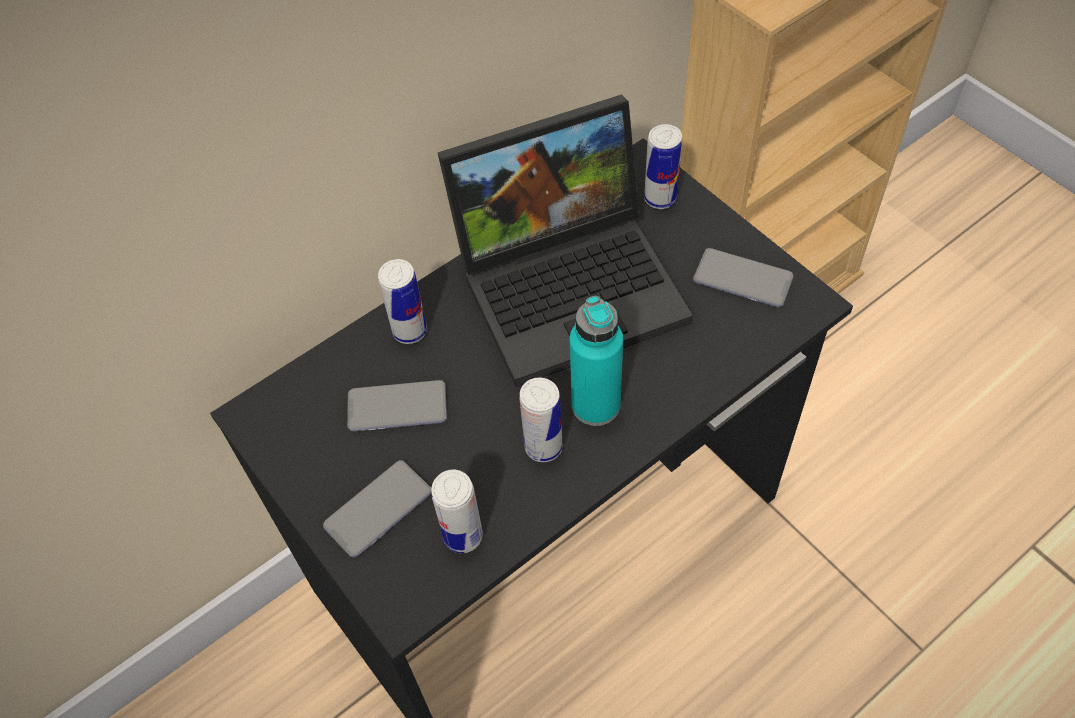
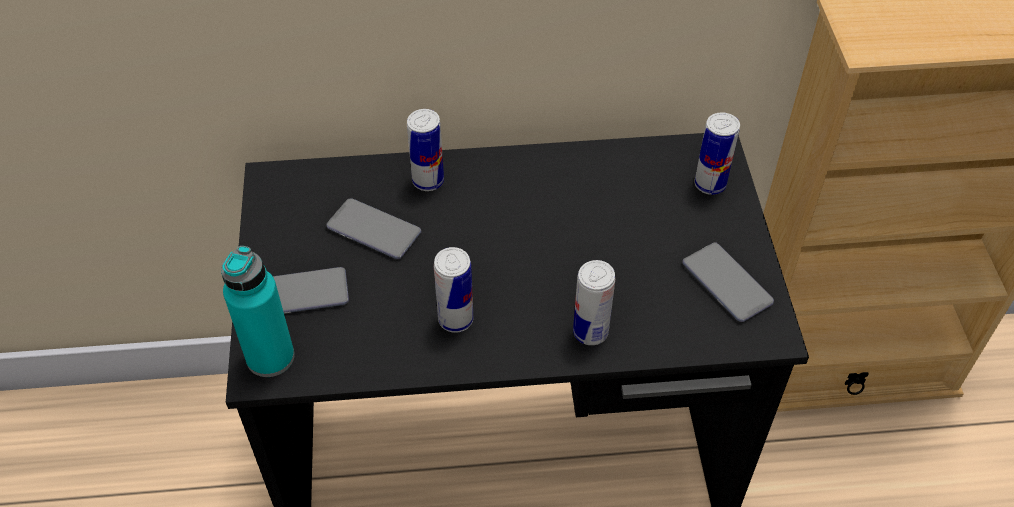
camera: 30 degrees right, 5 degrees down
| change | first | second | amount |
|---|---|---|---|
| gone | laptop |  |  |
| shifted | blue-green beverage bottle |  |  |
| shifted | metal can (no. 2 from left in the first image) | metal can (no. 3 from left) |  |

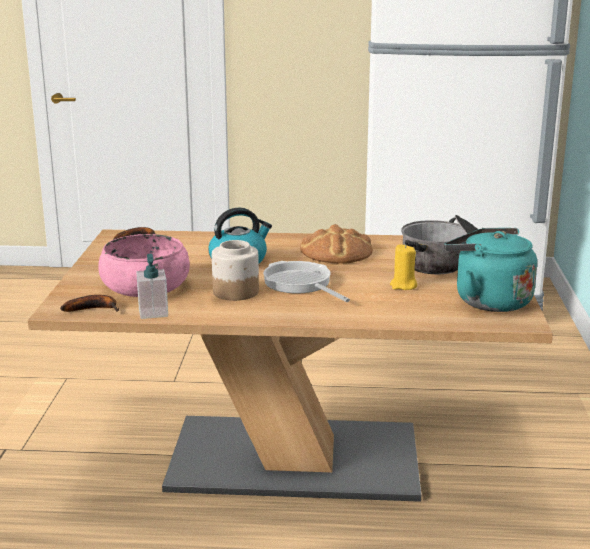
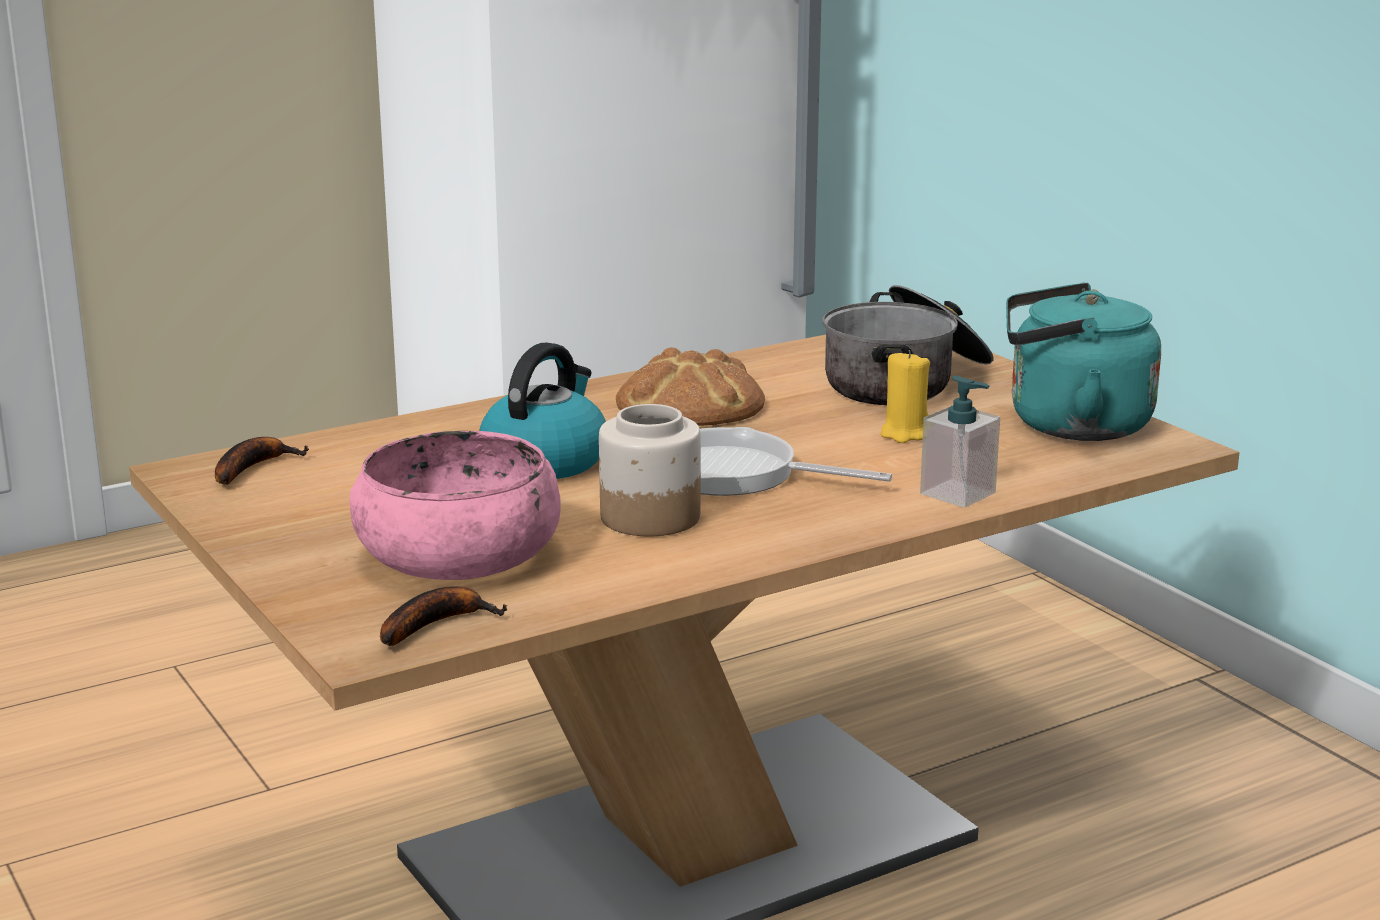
camera: 35 degrees left, 0 degrees up
| change | first | second | amount |
|---|---|---|---|
| shifted | soap bottle |  |  |

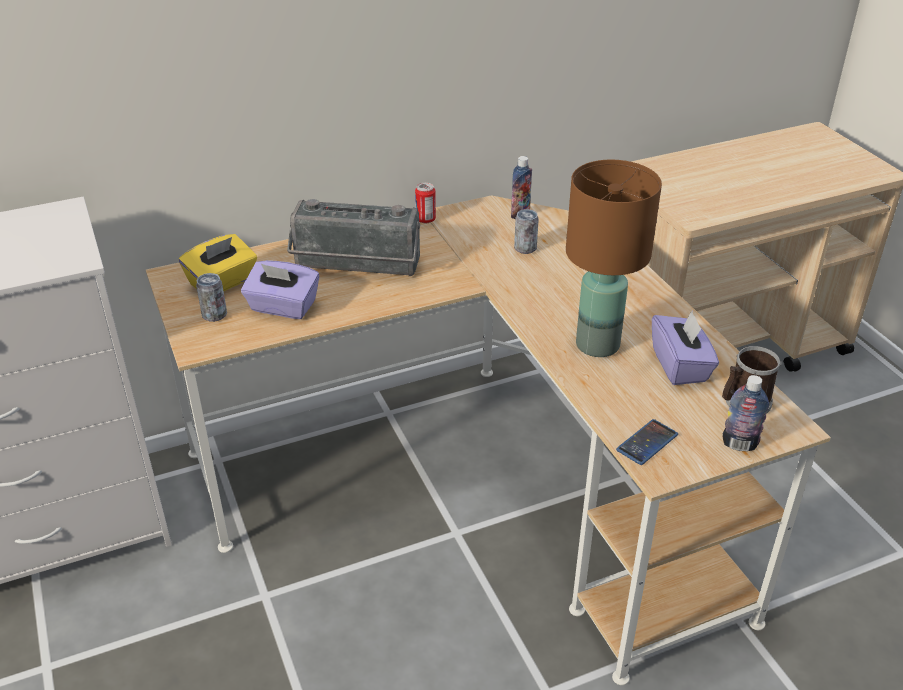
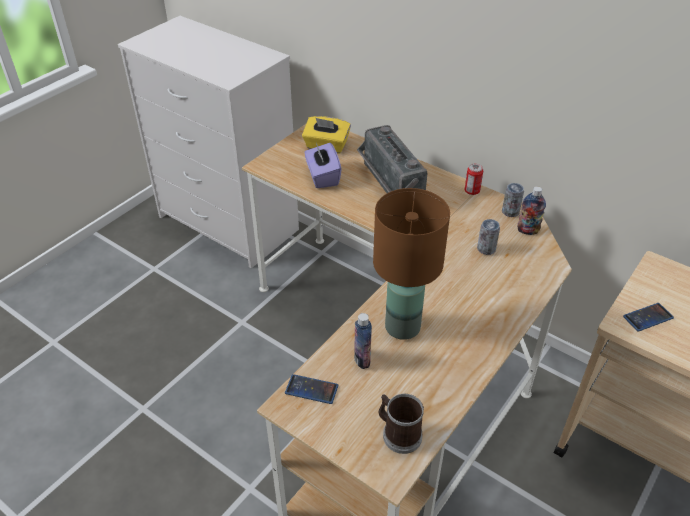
camera: 60 degrees right, 5 degrees up
| change | first | second | amount |
|---|---|---|---|
| shifted | metal can (no. 1 from left in the first image) | metal can (no. 3 from left) |  |
| gone | purple tissue box (no. 2 from left) |  |  |
| shifted | beverage bottle (no. 2 from left in the first image) | beverage bottle (no. 1 from left) |  |
| new |  | handset (no. 2 from left) |  |

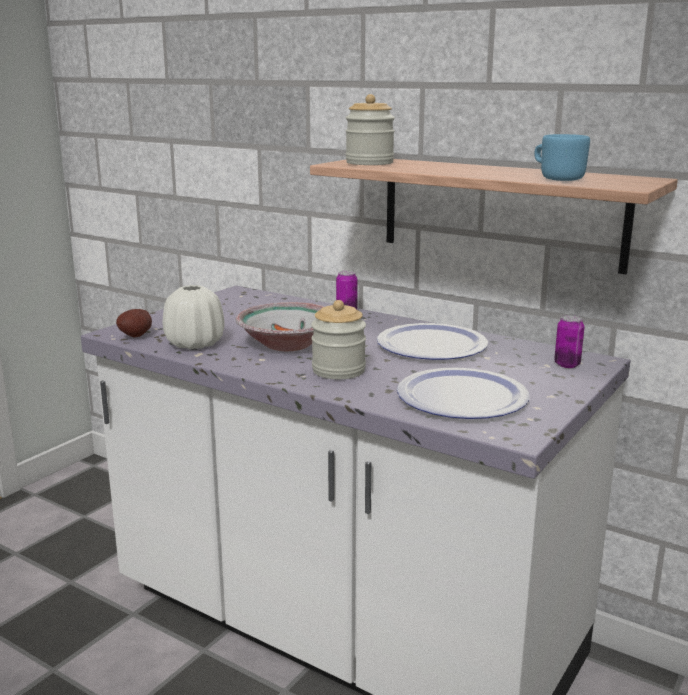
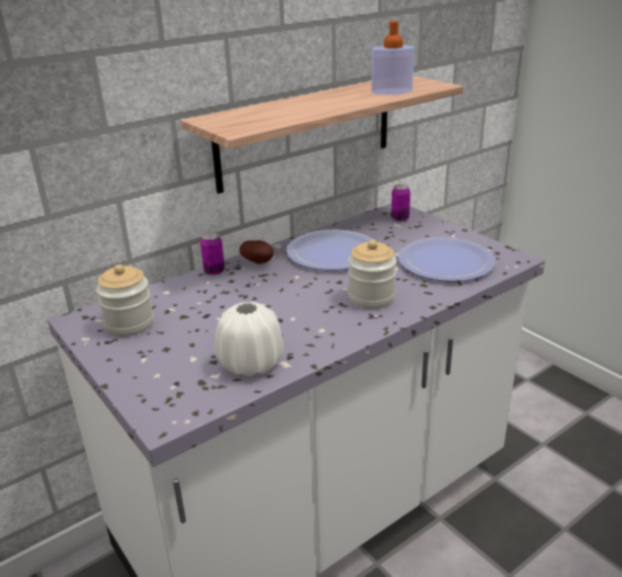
camera: 70 degrees left, 10 degrees up
| change | first | second | amount |
|---|---|---|---|
| shifted | preserve jar (no. 2 from left in the first image) | preserve jar (no. 1 from left) |  |
| swapped | bluish coffee mug | soap bottle |  |
| gone | bowl |  |  |
| shifted | spud |  |  |

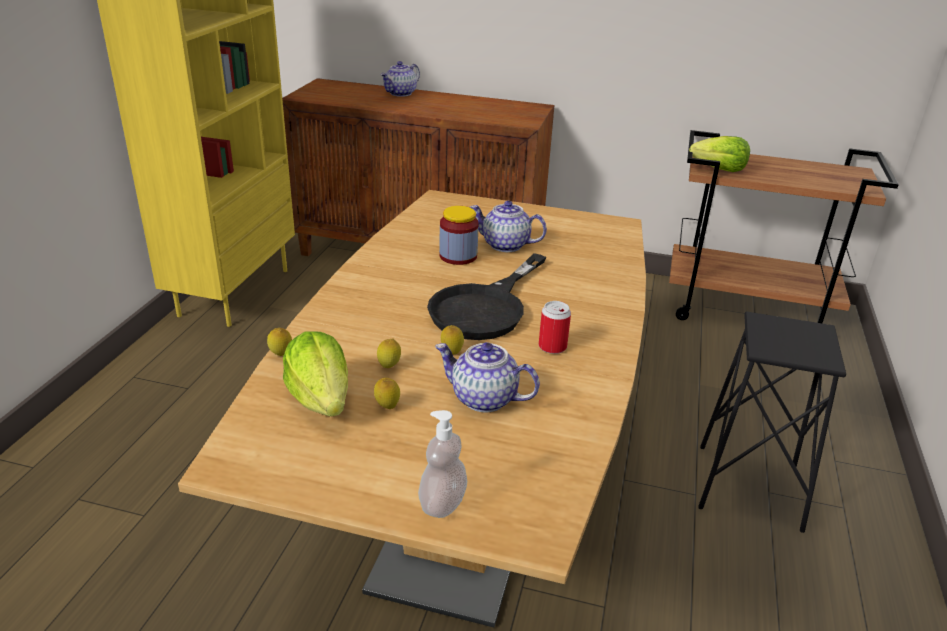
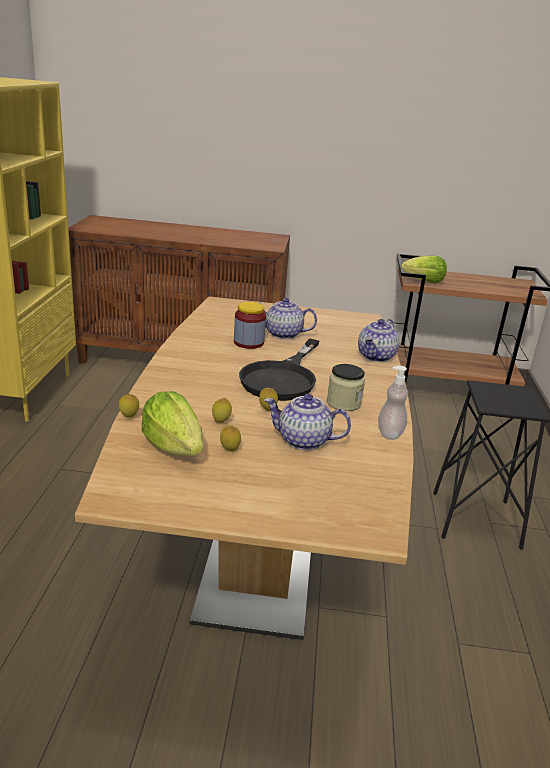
camera: 10 degrees left, 5 degrees down
| change | first | second | amount |
|---|---|---|---|
| shifted | teapot (no. 1 from left in the first image) | teapot (no. 3 from left) |  |
| swapped | metal can | preserve jar (no. 2 from left) |  |
| shifted | soap bottle |  |  |

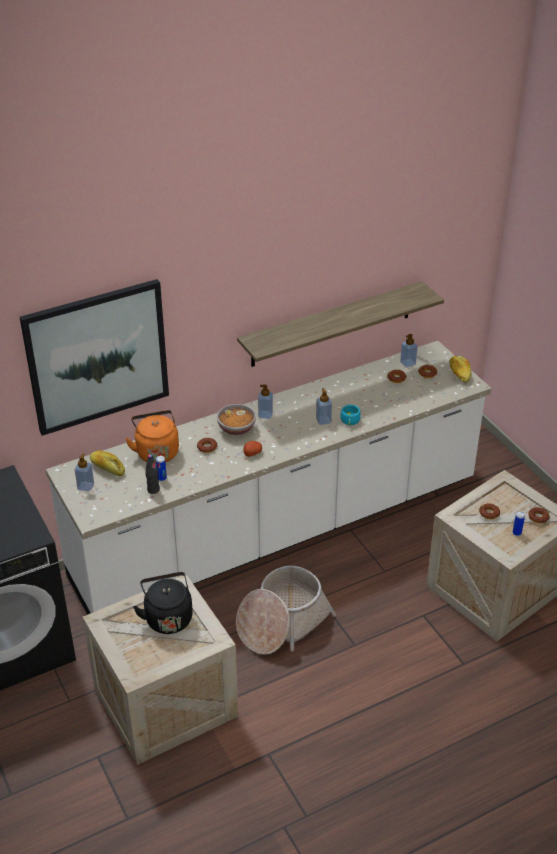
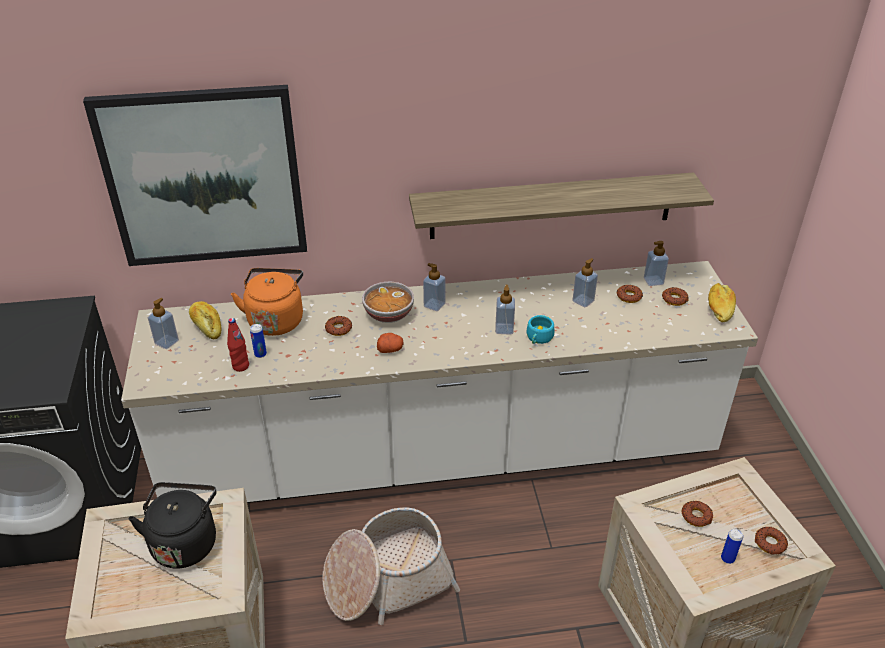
camera: 20 degrees right, 0 degrees up
| change | first | second | amount |
|---|---|---|---|
| repainted | black-coloured beverage bottle | red beverage bottle |  |
| new |  | soap bottle (no. 4 from left) |  |

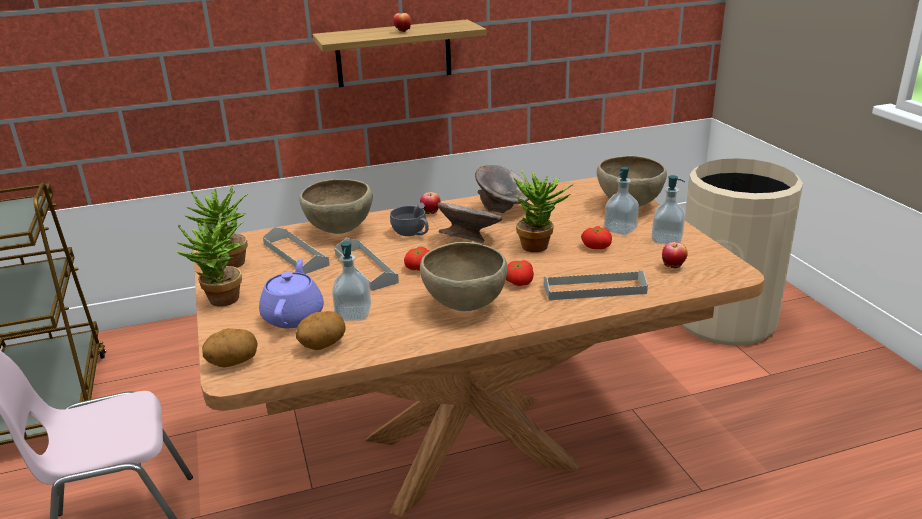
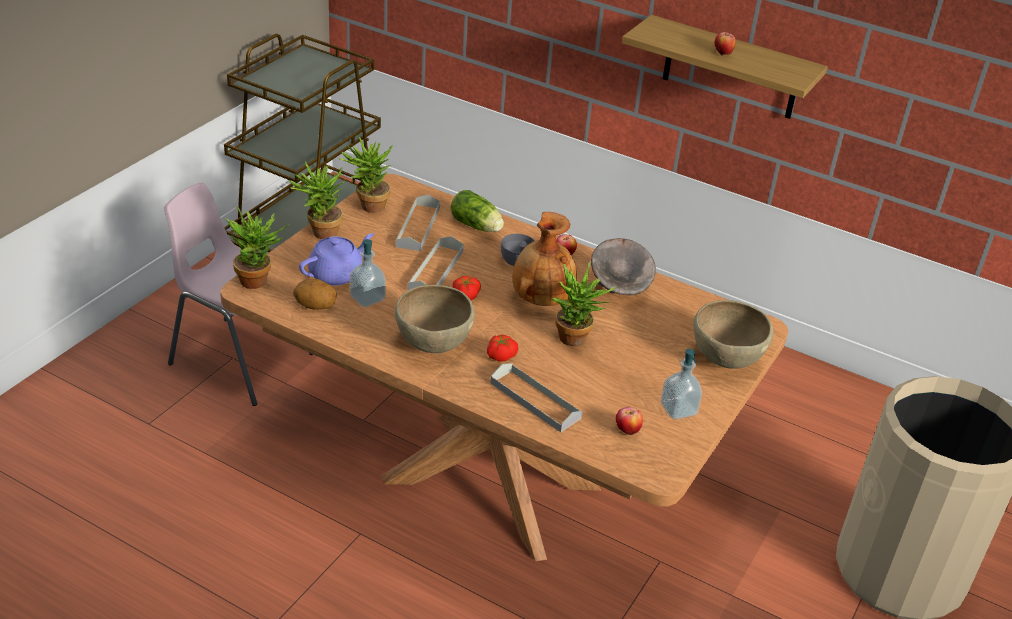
camera: 45 degrees right, 10 degrees up
| change | first | second | amount |
|---|---|---|---|
| gone | soap bottle (no. 2 from left) |  |  |
| swapped | brownish bowl (no. 1 from left) | lettuce |  |
| swapped | greyish bowl (no. 1 from left) | brownish decorative vase |  |
| gone | fresh tomato (no. 3 from left) |  |  |
| swapped | spud (no. 1 from left) | houseplant (no. 1 from left) |  |

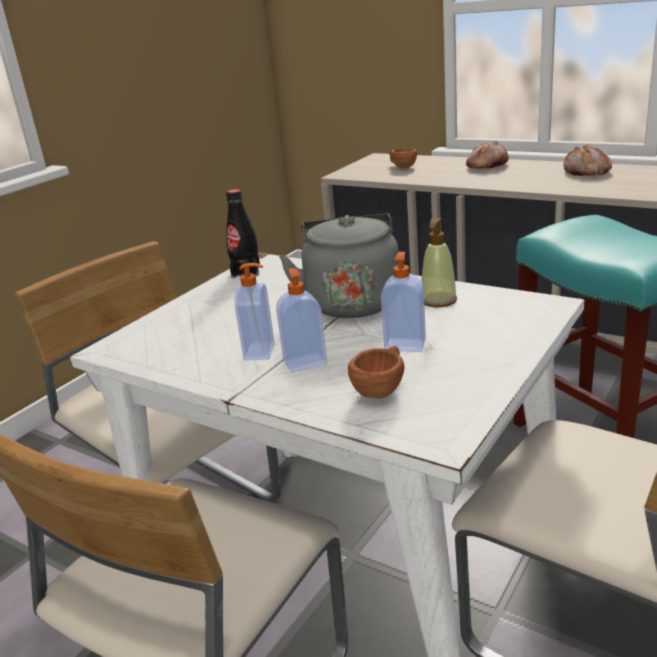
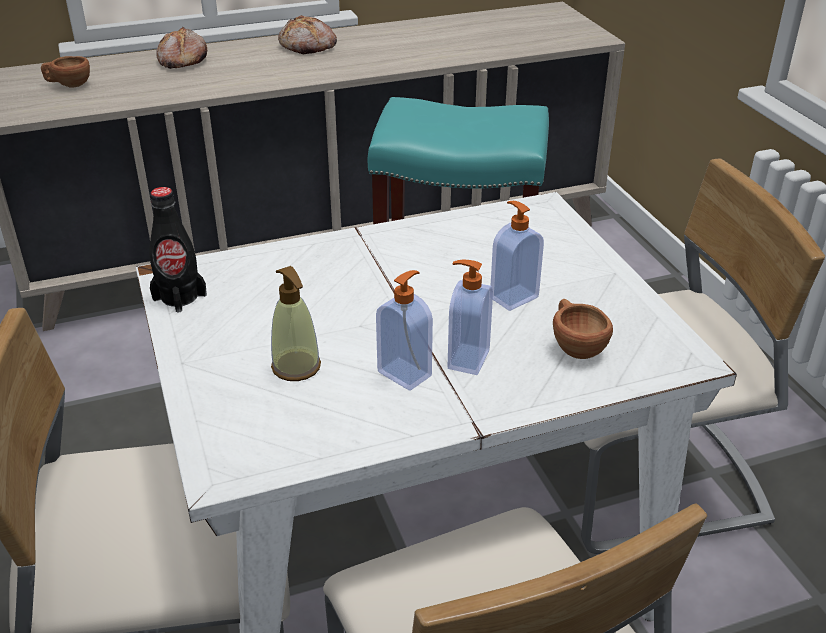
camera: 55 degrees left, 10 degrees up
| change | first | second | amount |
|---|---|---|---|
| gone | greyish tea kettle |  |  |
| shifted | soap bottle (no. 4 from left in the first image) | soap bottle (no. 1 from left) |  |

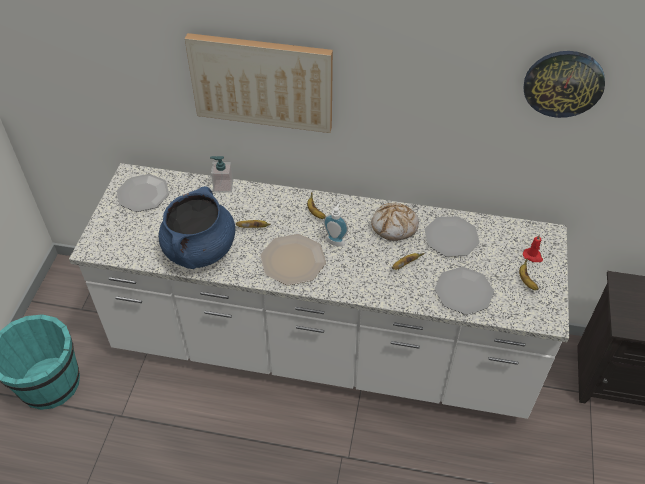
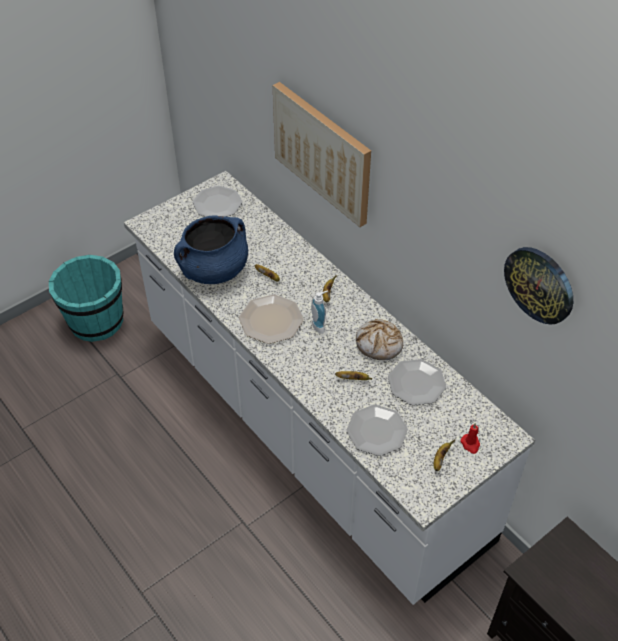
camera: 40 degrees right, 0 degrees up
| change | first | second | amount |
|---|---|---|---|
| gone | soap bottle (no. 1 from left) |  |  |

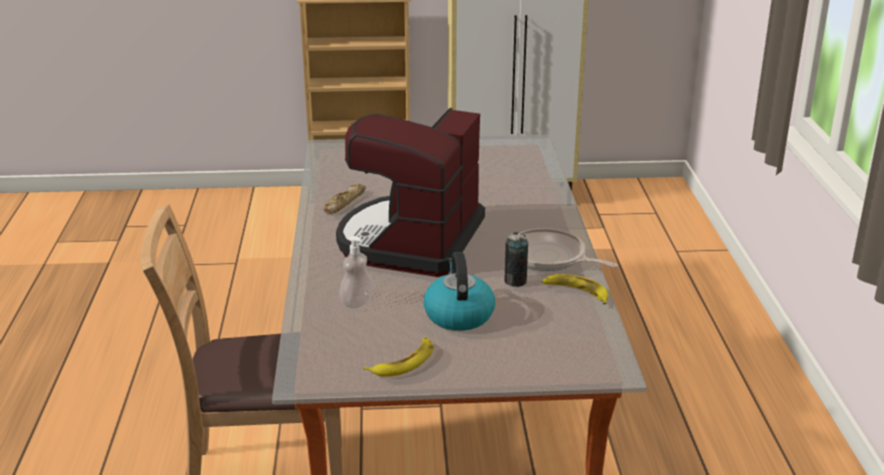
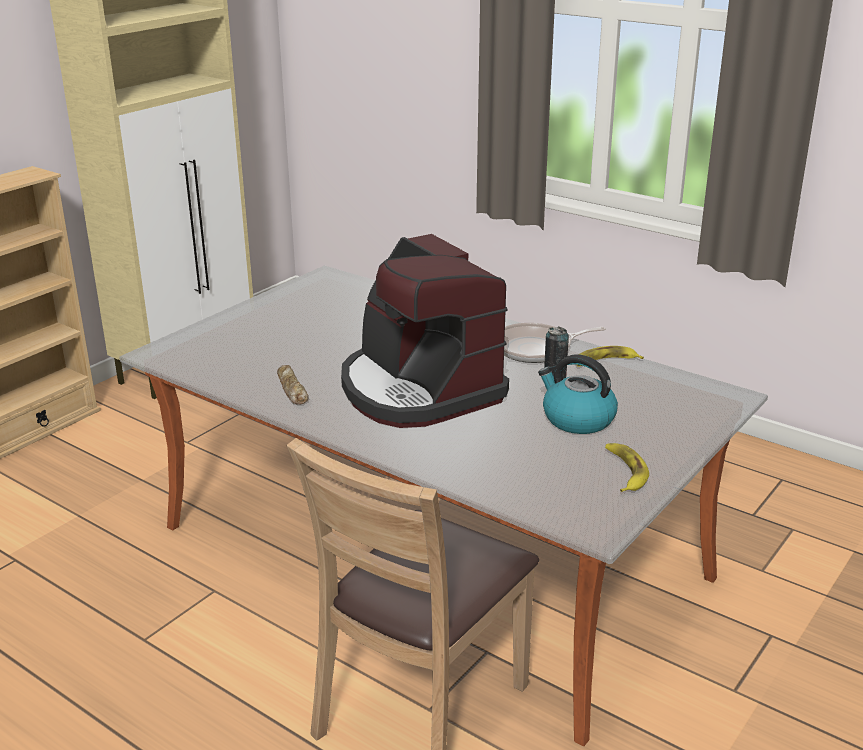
camera: 50 degrees left, 0 degrees up
| change | first | second | amount |
|---|---|---|---|
| gone | soap bottle |  |  |

